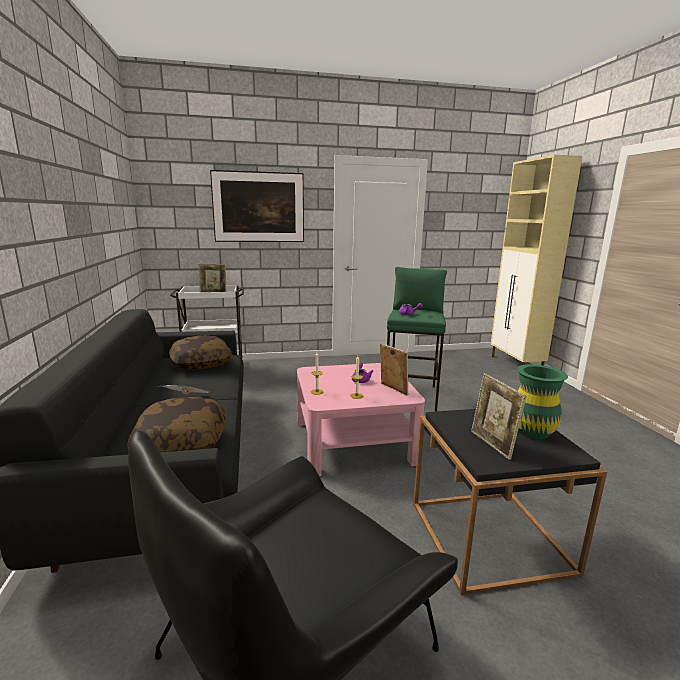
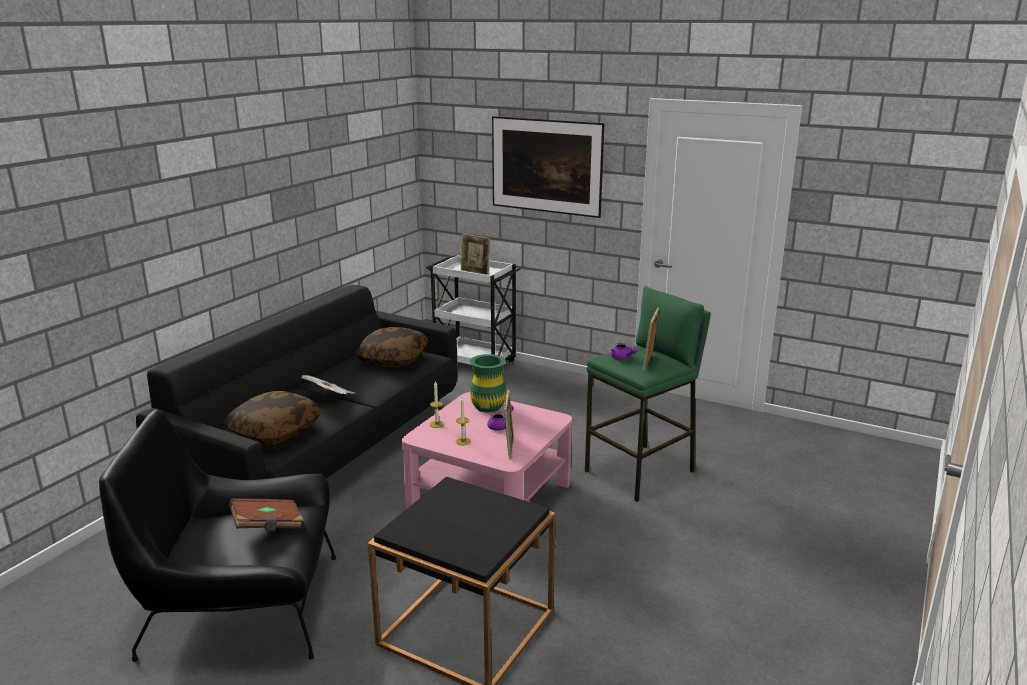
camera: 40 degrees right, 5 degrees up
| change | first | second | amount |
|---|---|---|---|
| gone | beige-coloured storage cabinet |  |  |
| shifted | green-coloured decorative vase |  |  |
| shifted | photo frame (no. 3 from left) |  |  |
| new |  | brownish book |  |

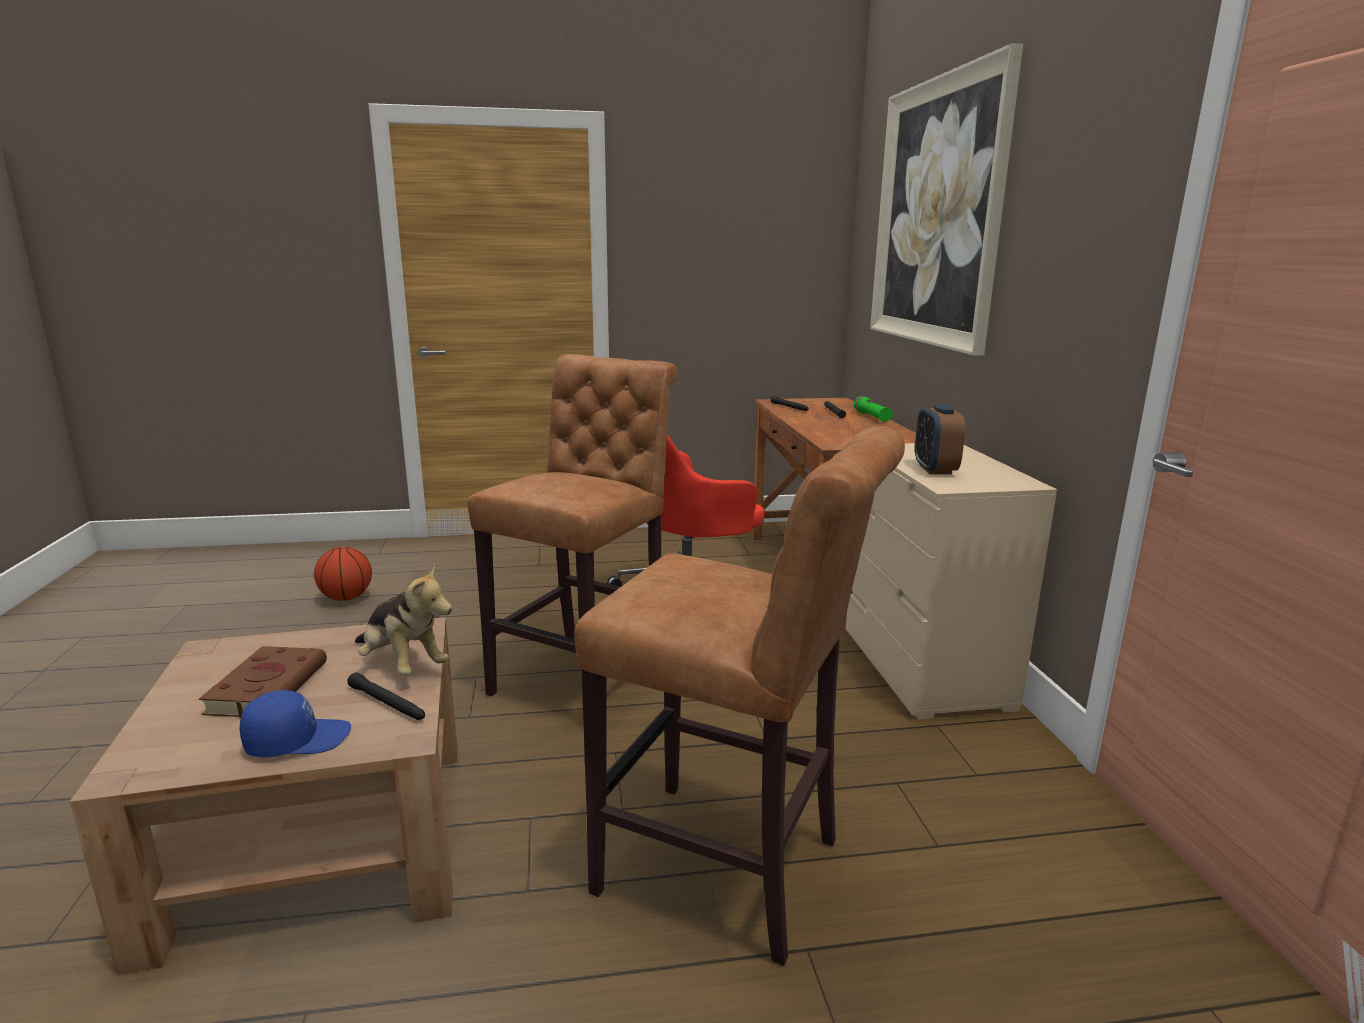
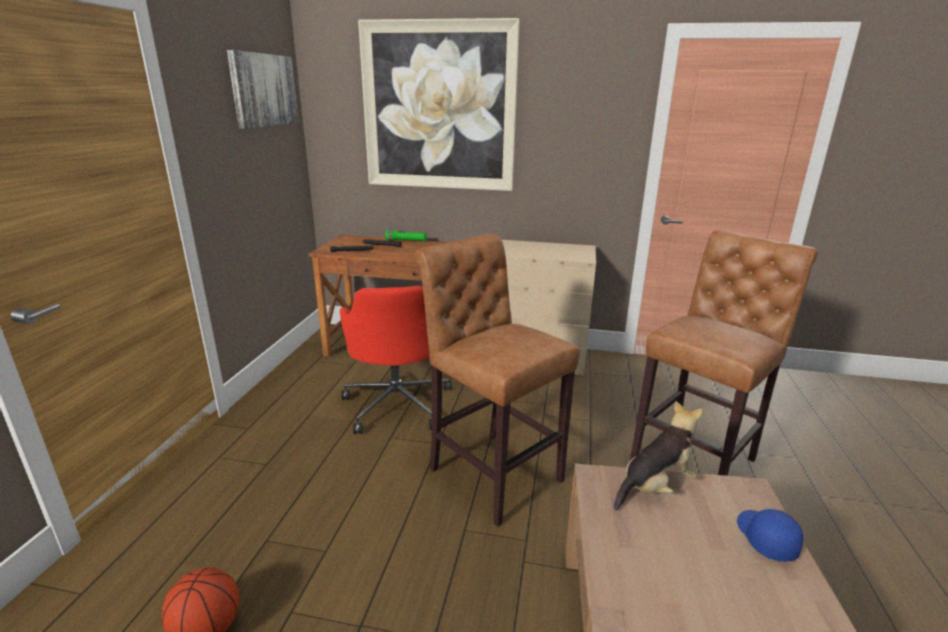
camera: 70 degrees left, 5 degrees up
| change | first | second | amount |
|---|---|---|---|
| gone | alarm clock |  |  |
| gone | brownish book |  |  |
| gone | black-coloured flashlight (no. 1 from left) |  |  |
| new |  | wall art (no. 1 from left) |  |

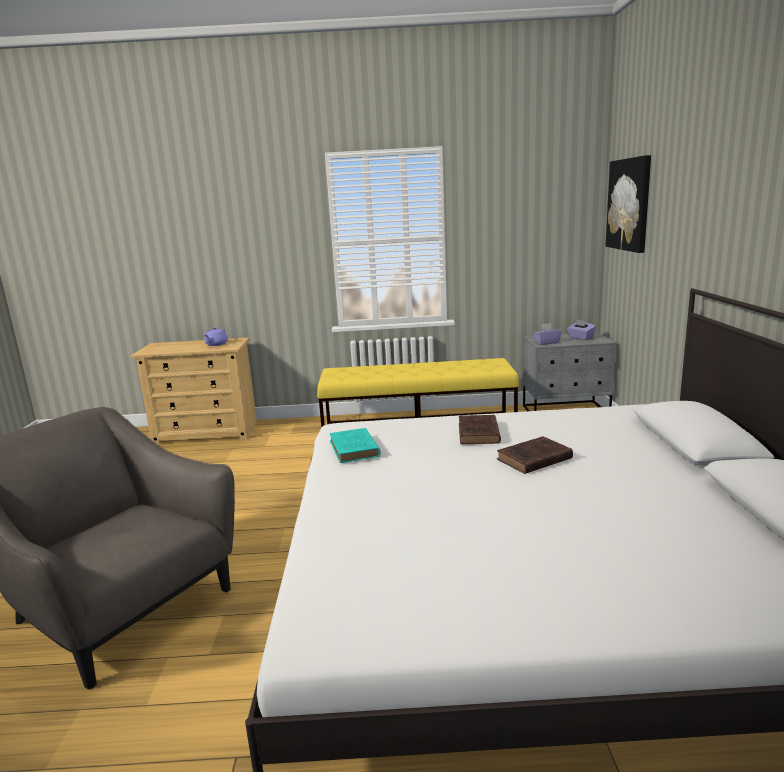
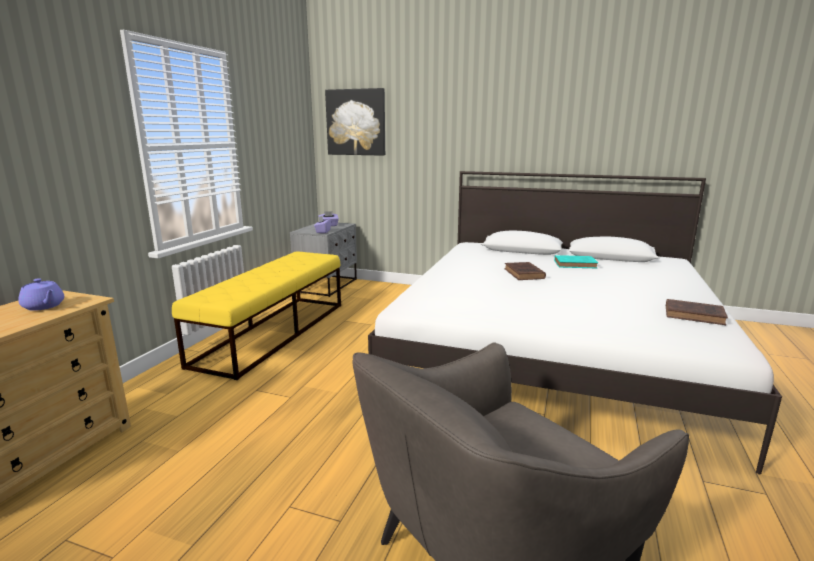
camera: 70 degrees left, 0 degrees up
| change | first | second | amount |
|---|---|---|---|
| shifted | brownish book (no. 1 from left in the first image) | brownish book (no. 2 from left) |  |
| shifted | blue-green book |  |  |

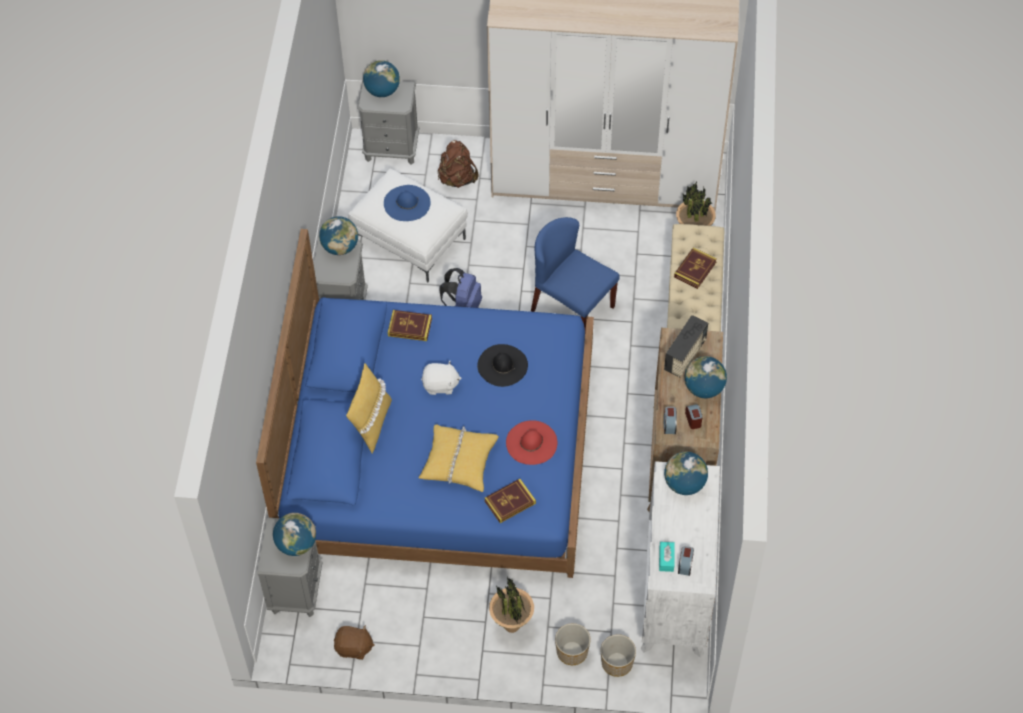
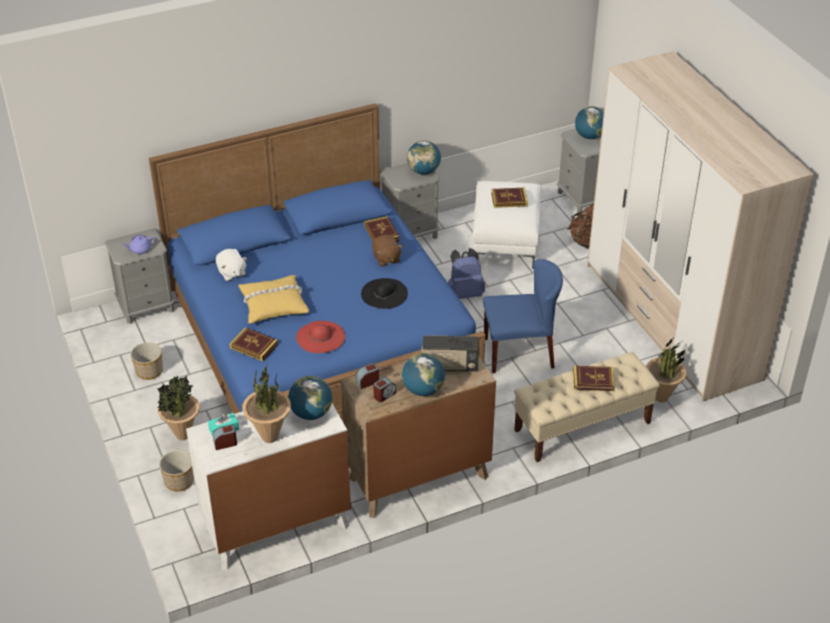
camera: 60 degrees right, 15 degrees down
| change | first | second | amount |
|---|---|---|---|
| swapped | bluish wearable hat | book (no. 3 from left) |  |
| rotated | bluish chair |  | 75 degrees clockwise |
| shifted | white soft toy |  |  |
| gone | yellowish throw pillow (no. 1 from left) |  |  |
| swapped | desk globe (no. 1 from left) | purple teapot |  |
| shifted | brownish soft toy |  |  |
| shifted | flower pot (no. 2 from left in the first image) | flower pot (no. 1 from left) |  |
| new |  | houseplant (no. 2 from left) |  |

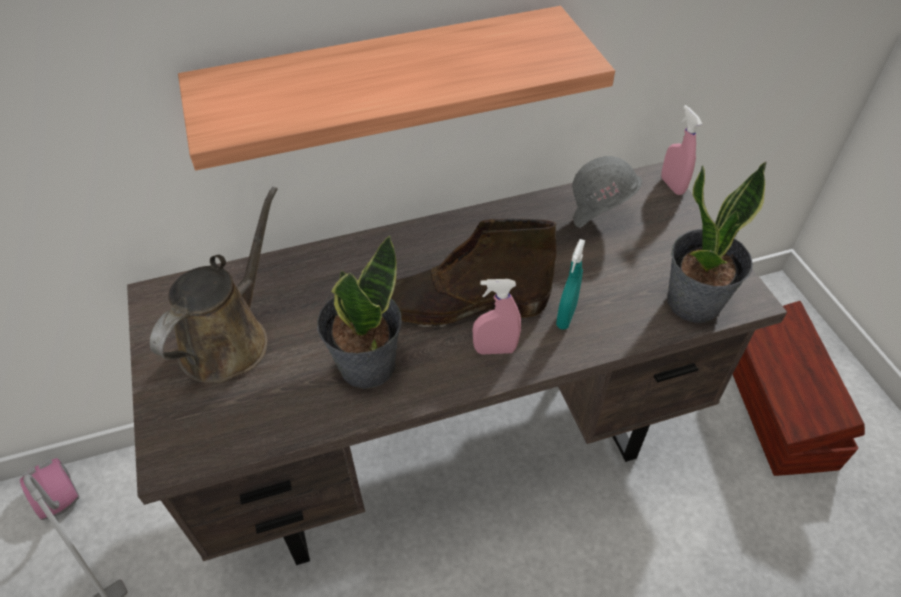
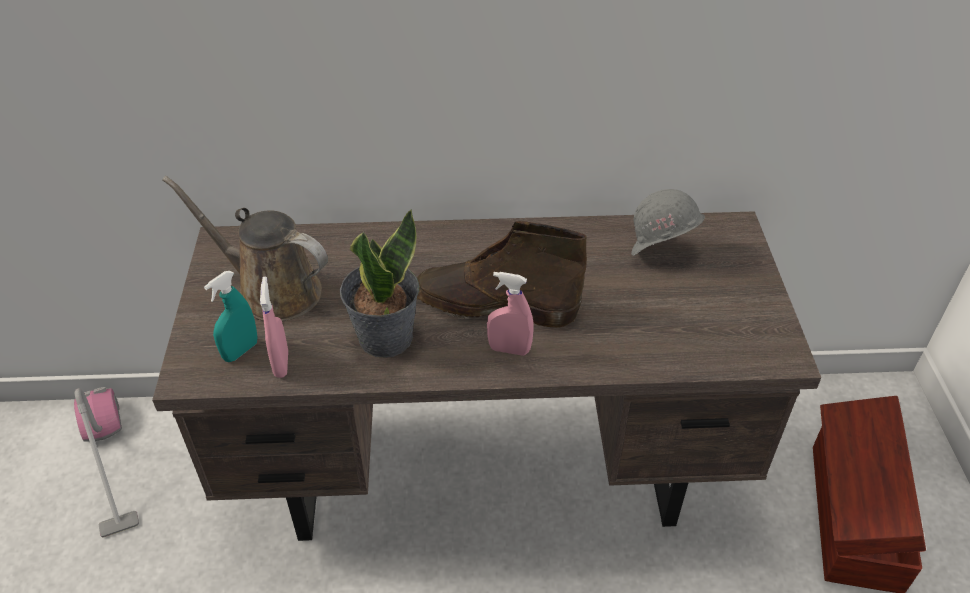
camera: 15 degrees right, 5 degrees down
| change | first | second | amount |
|---|---|---|---|
| gone | shelf |  |  |
| shifted | pink spray bottle (no. 2 from left in the first image) | pink spray bottle (no. 1 from left) |  |
| gone | houseplant (no. 2 from left) |  |  |
| rotated | brownish watering can |  | 105 degrees counterclockwise |
| shifted | blue-green spray bottle |  |  |

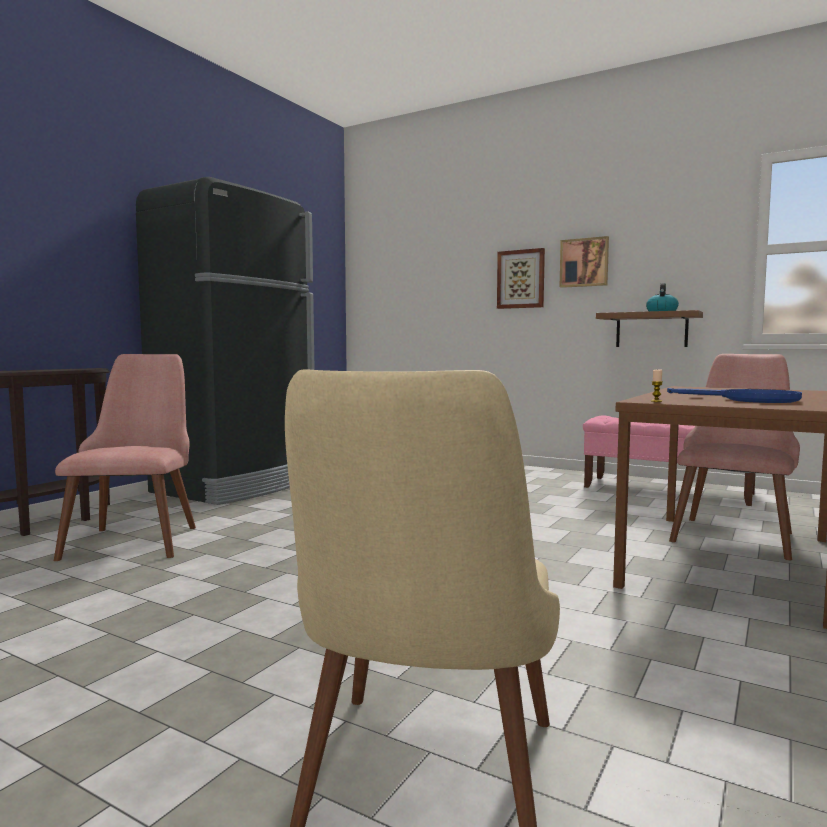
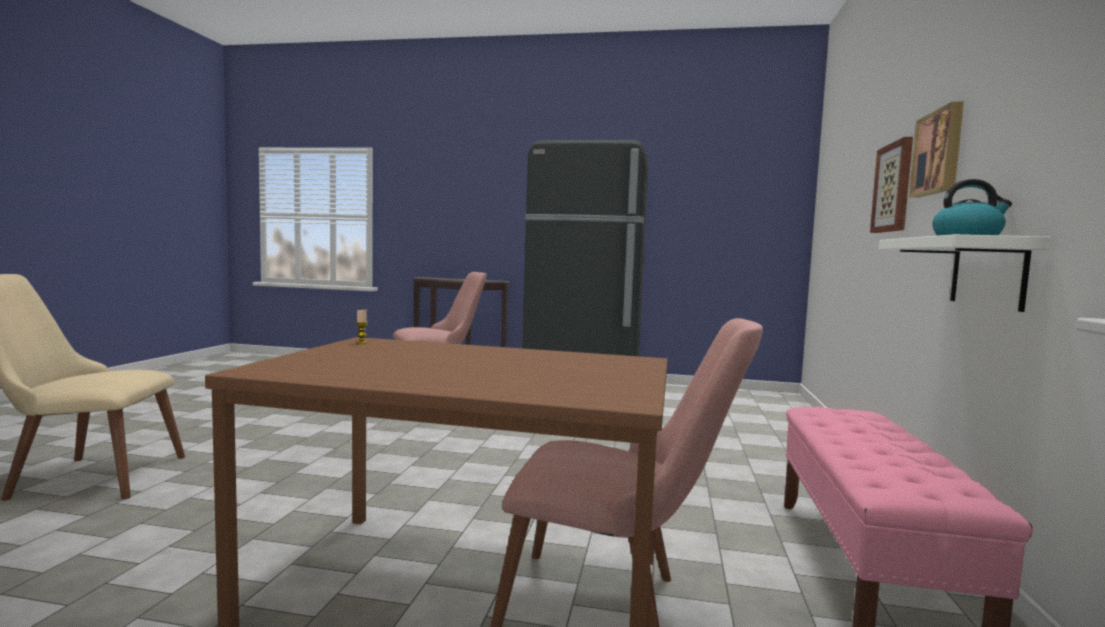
camera: 70 degrees right, 0 degrees up
| change | first | second | amount |
|---|---|---|---|
| repainted | brownish shelf | white shelf |  |
| gone | bluish frying pan |  |  |

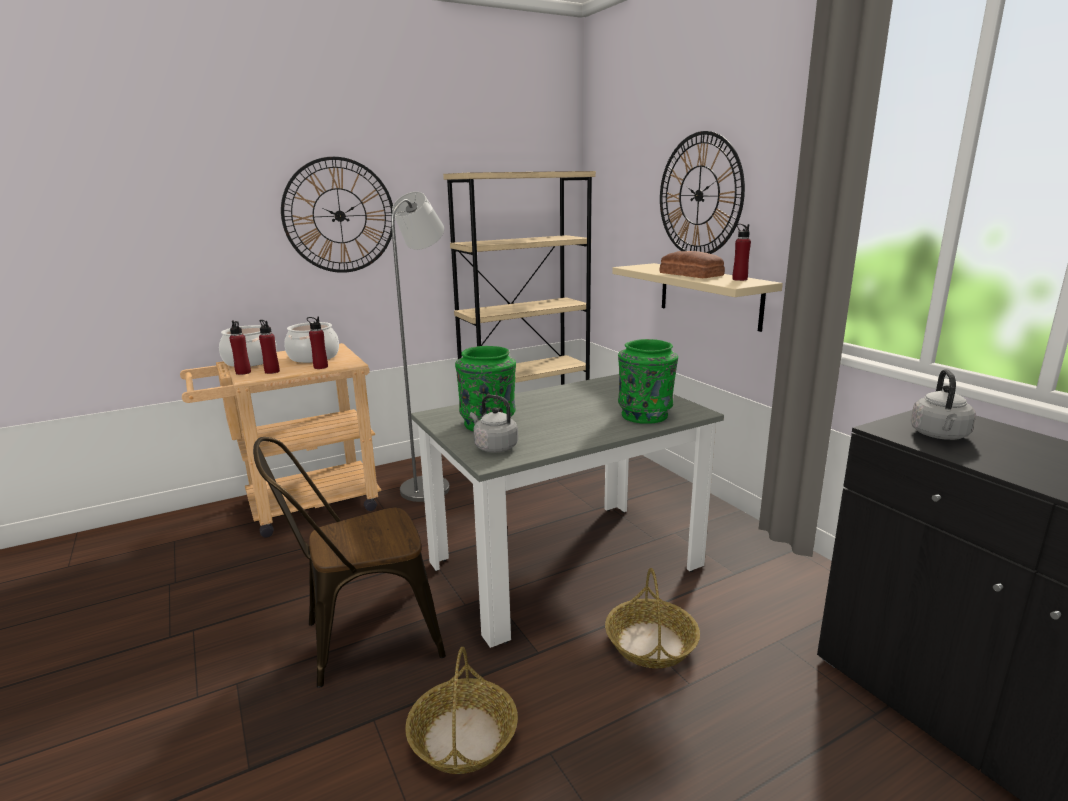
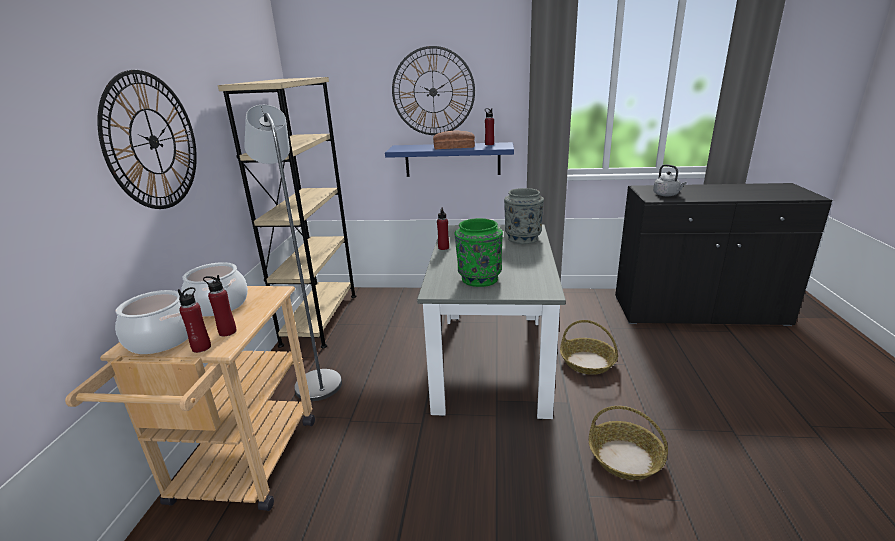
camera: 55 degrees left, 5 degrees up
| change | first | second | amount |
|---|---|---|---|
| repainted | beige-coloured shelf | bluish shelf |  |
| shifted | red beverage bottle (no. 3 from left) |  |  |
| repainted | green-coloured decorative vase (no. 2 from left) | greyish decorative vase |  |
| gone | greyish tea kettle (no. 1 from left) |  |  |
| gone | brownish chair |  |  |

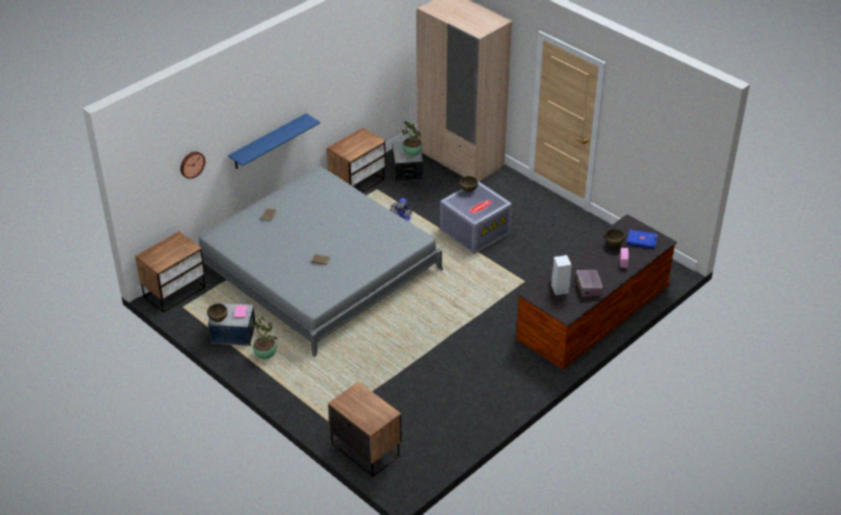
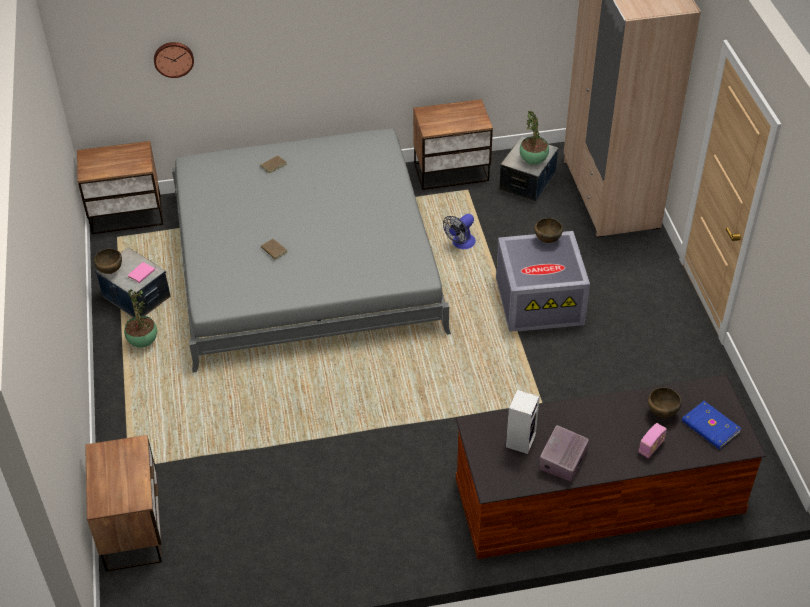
camera: 35 degrees right, 5 degrees up
| change | first | second | amount |
|---|---|---|---|
| gone | bluish shelf |  |  |

